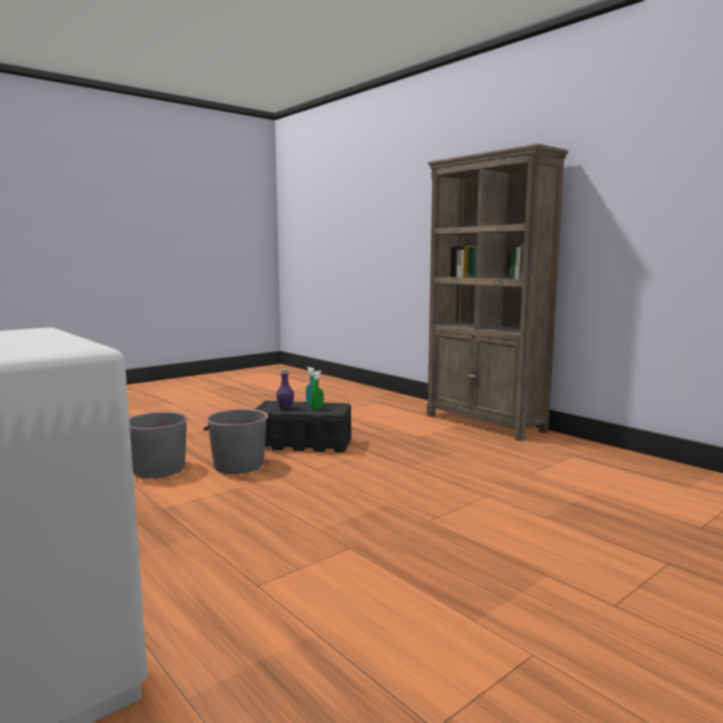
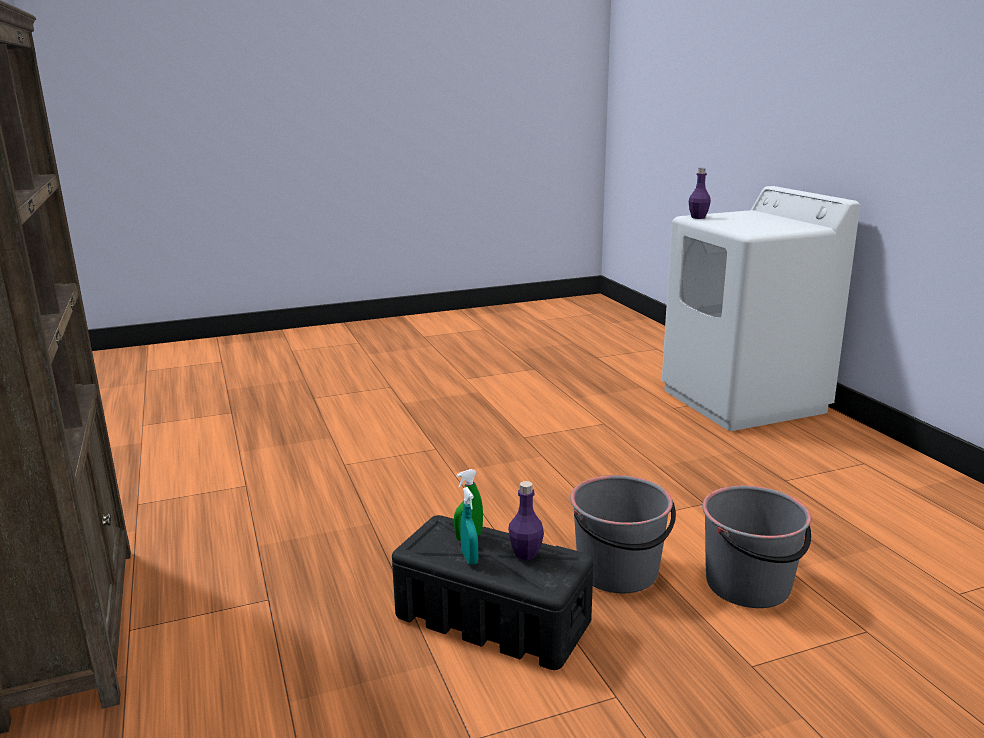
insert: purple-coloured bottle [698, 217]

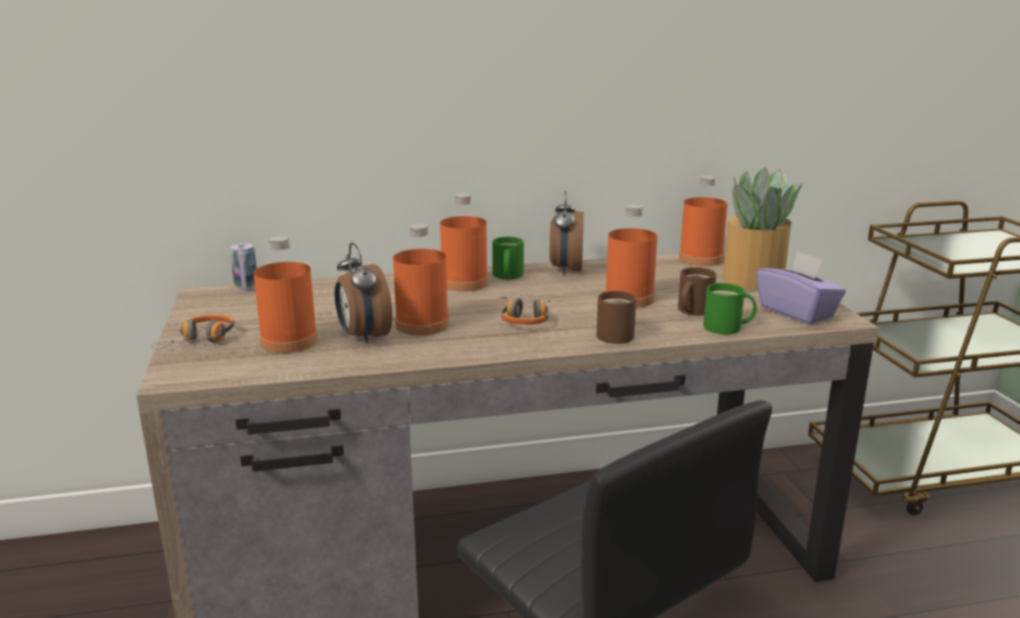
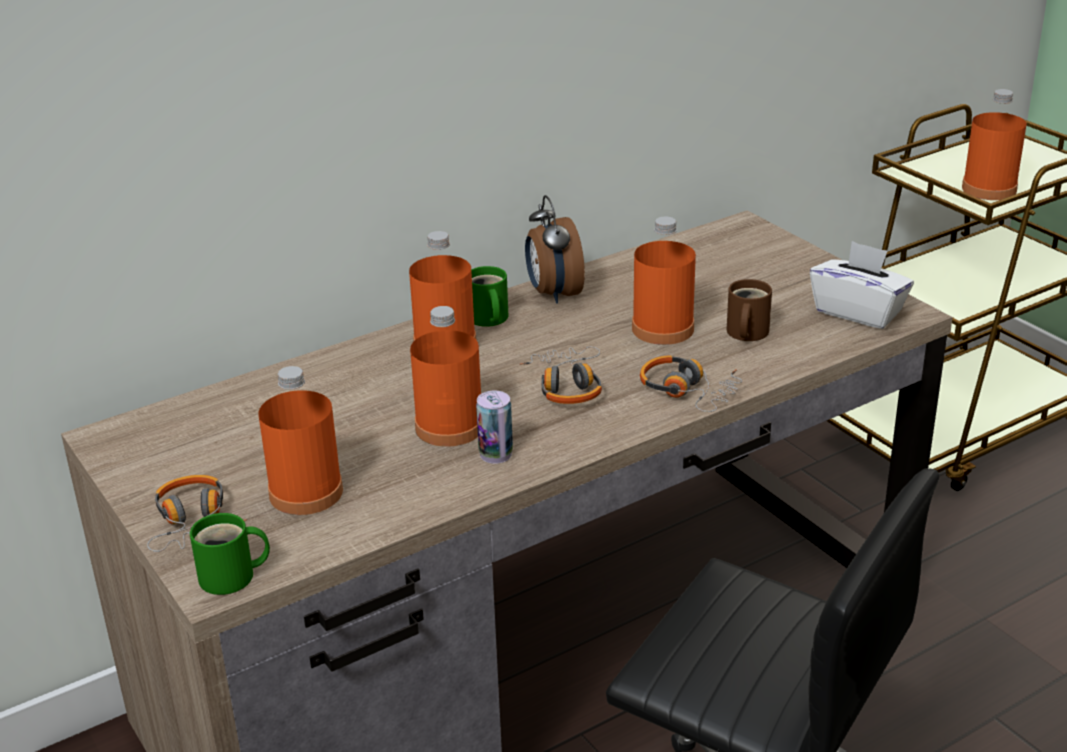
delete: table clock [363, 337]; houseplant [752, 279]
move: green tea mug [726, 328] to [232, 577]; sealed can [246, 288] to [496, 454]; orange-coloured bottle [700, 259] to [989, 189]
replace: brown-coloured tea mug [617, 335] to pair of headphones [688, 391]
recolor: purple-coloured tissue holder [797, 312] to white-coloured tissue holder [858, 312]

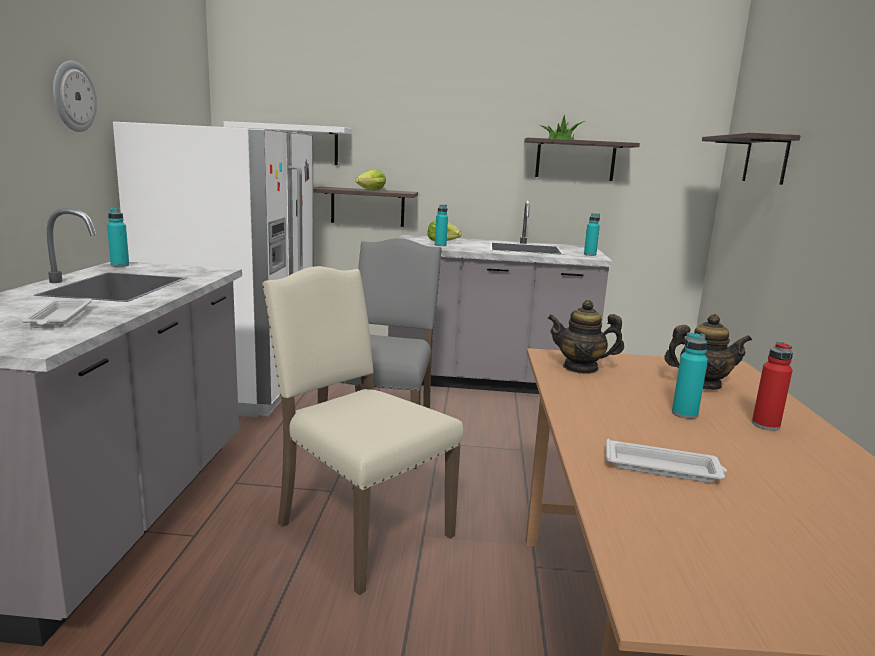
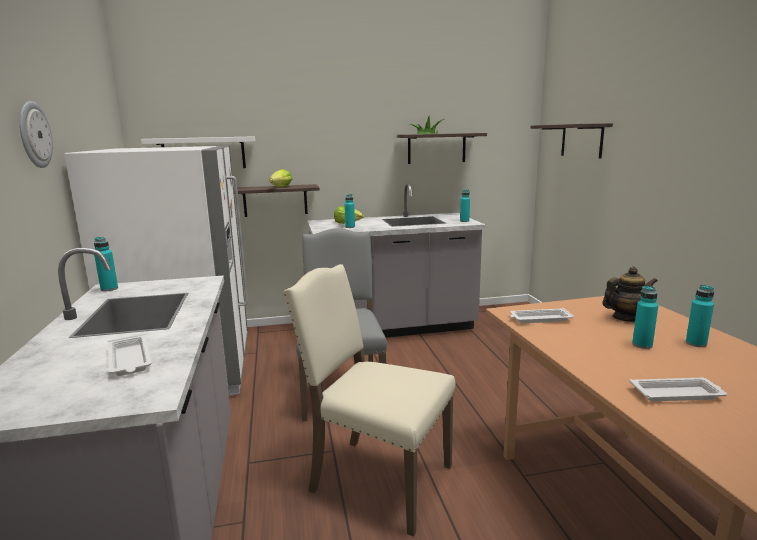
replace: teapot [580, 368] to white-coloured serving tray [539, 319]
recolor: red-coloured bottle [765, 425] to turquoise-coloured bottle [696, 343]

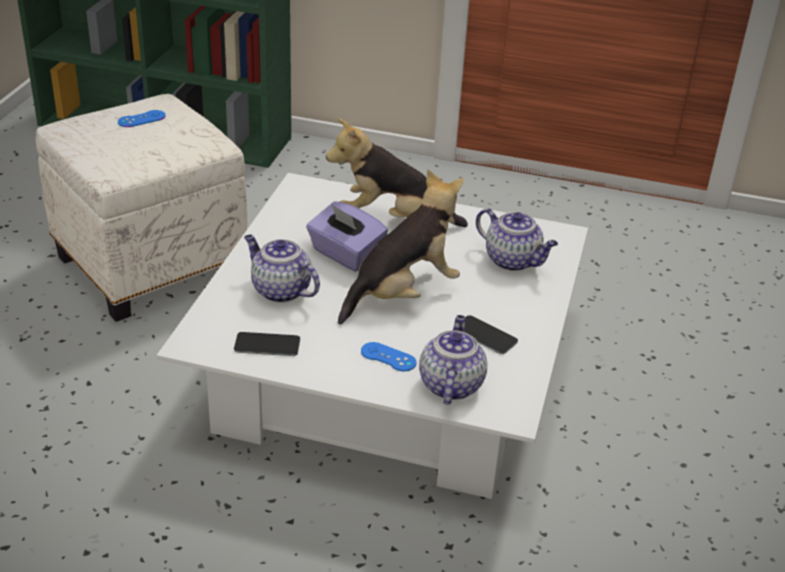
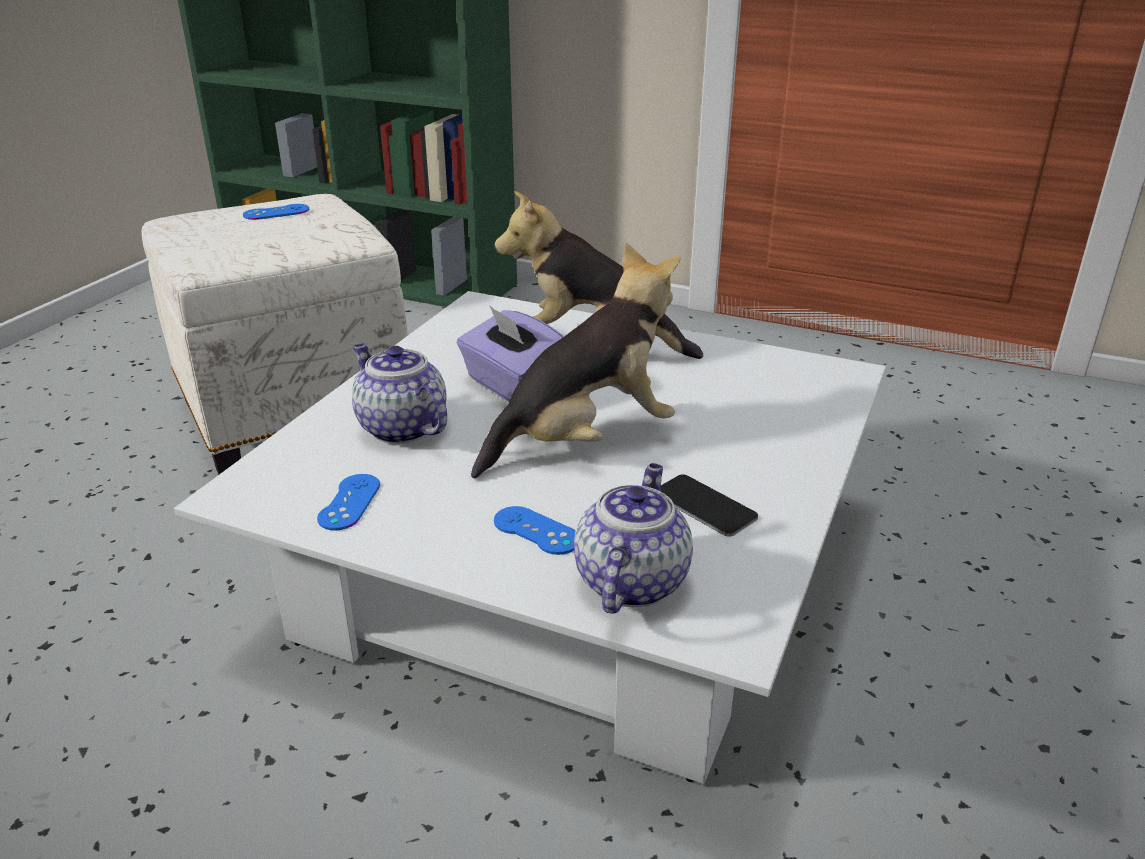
delete: teapot [513, 261]
replace: handset [267, 345] to bluish joypad [349, 502]

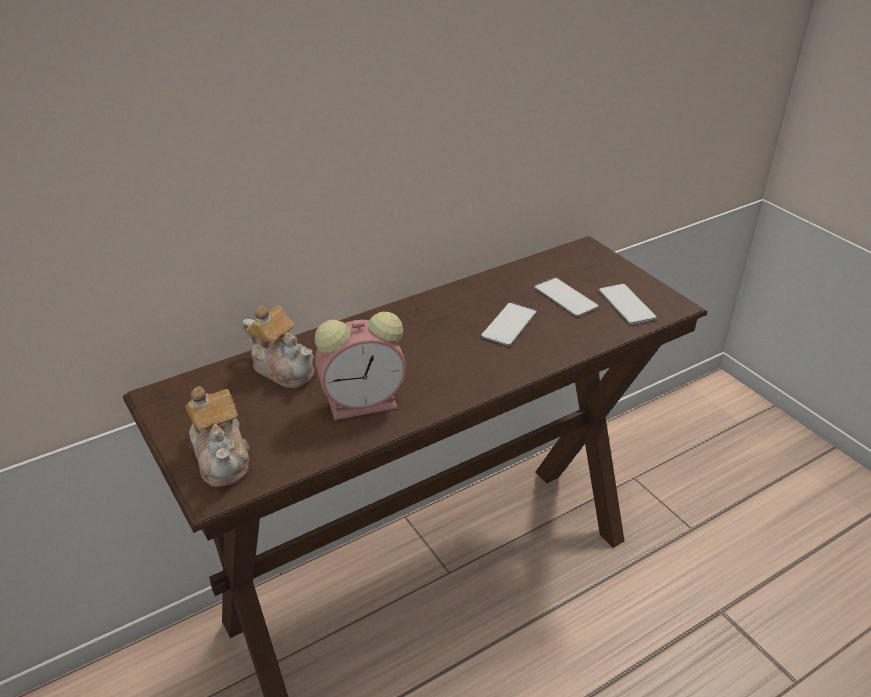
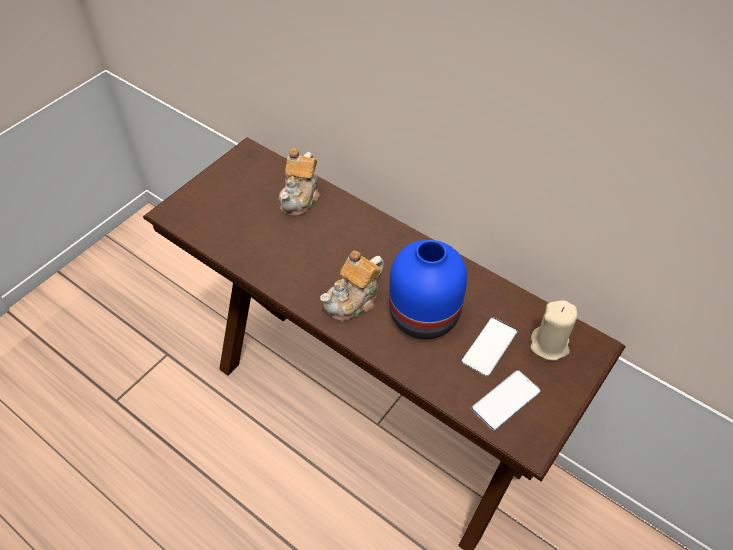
delete: table clock [365, 402]
insert: beige-coloured wax light [549, 345]
move: teapot [222, 457] to [354, 300]
replace: handset [509, 324] to bluish vase [422, 314]

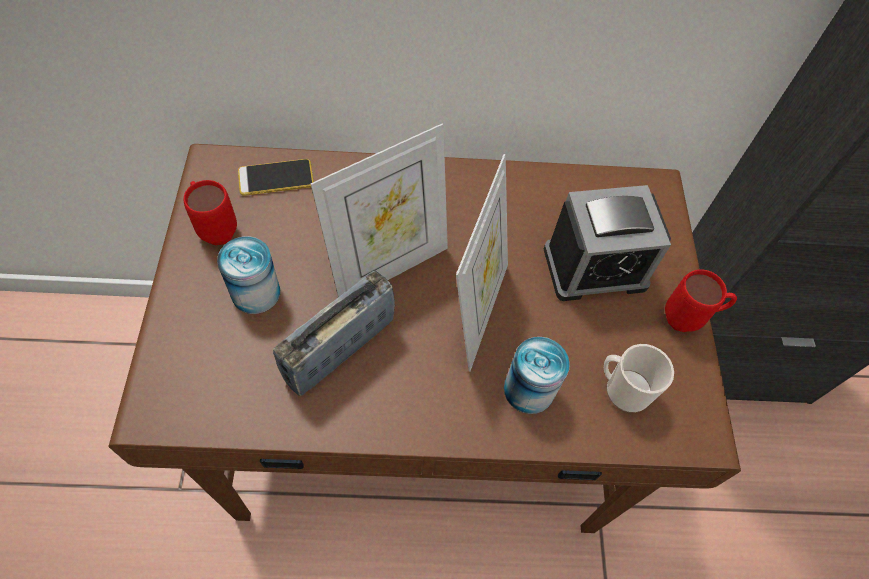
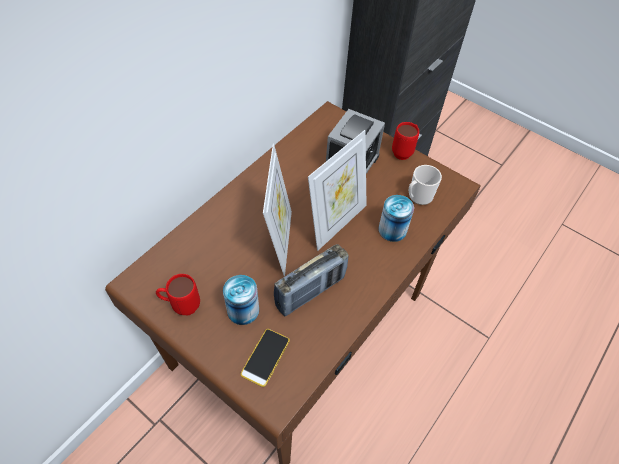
move: handset [276, 178] to [265, 357]
rotate: radio receiver [340, 350] = [310, 292] 120 degrees counterclockwise; standing frame [476, 311] = [336, 223] 75 degrees clockwise

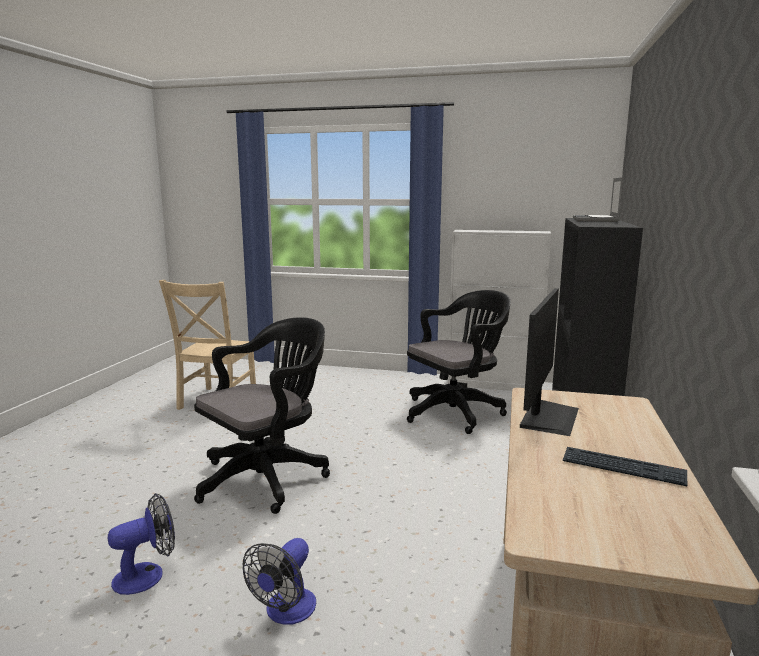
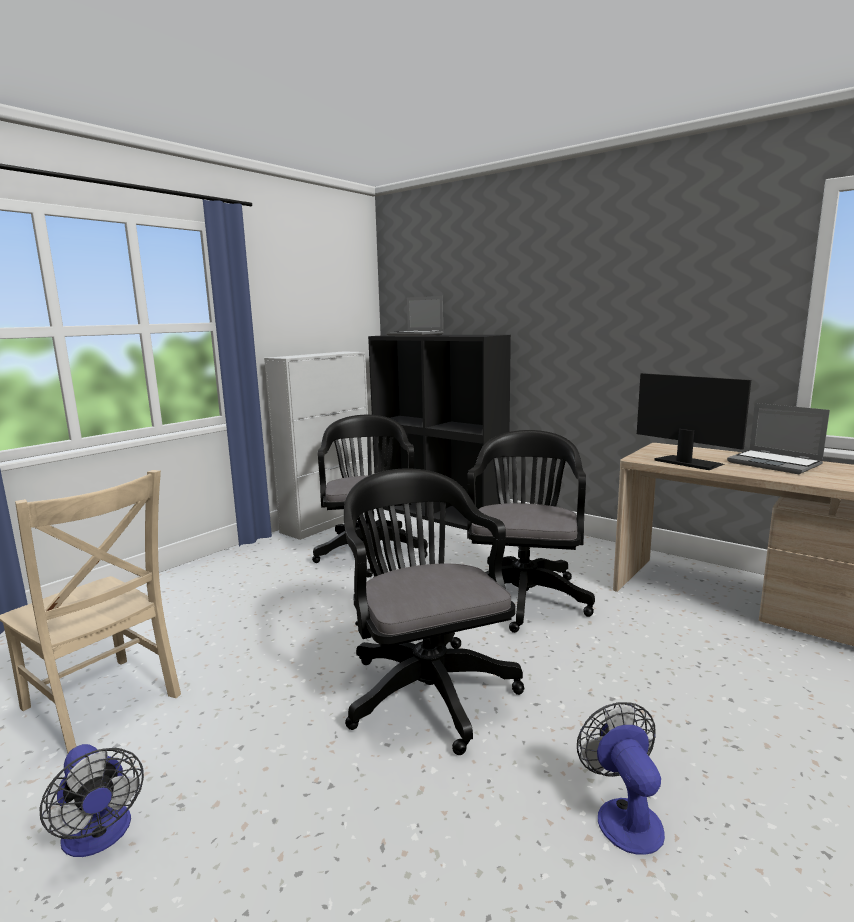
insert: blackish desk chair [524, 595]
move: fan [286, 612] to [99, 837]
replace: computer keyboard [623, 468] to notebook computer [775, 464]

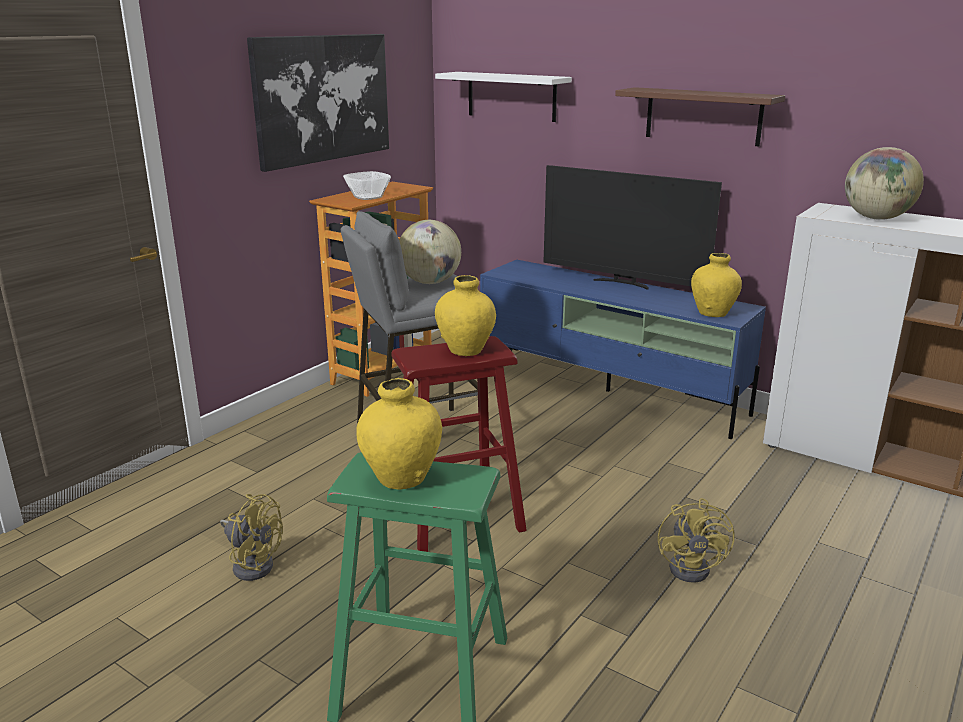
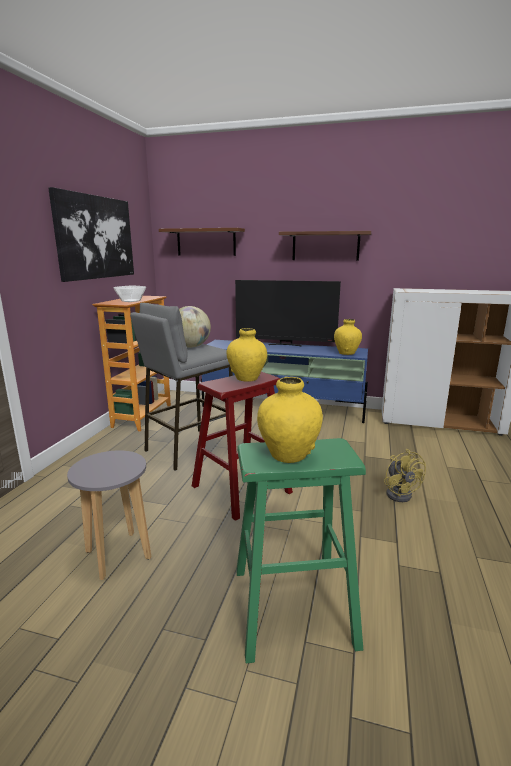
delete: desk globe [876, 218]
replace: yellow-coloured fan [253, 563] to gray sitting stool [118, 555]
recolor: white-coloured shelf [511, 96] to brown-coloured shelf [206, 242]

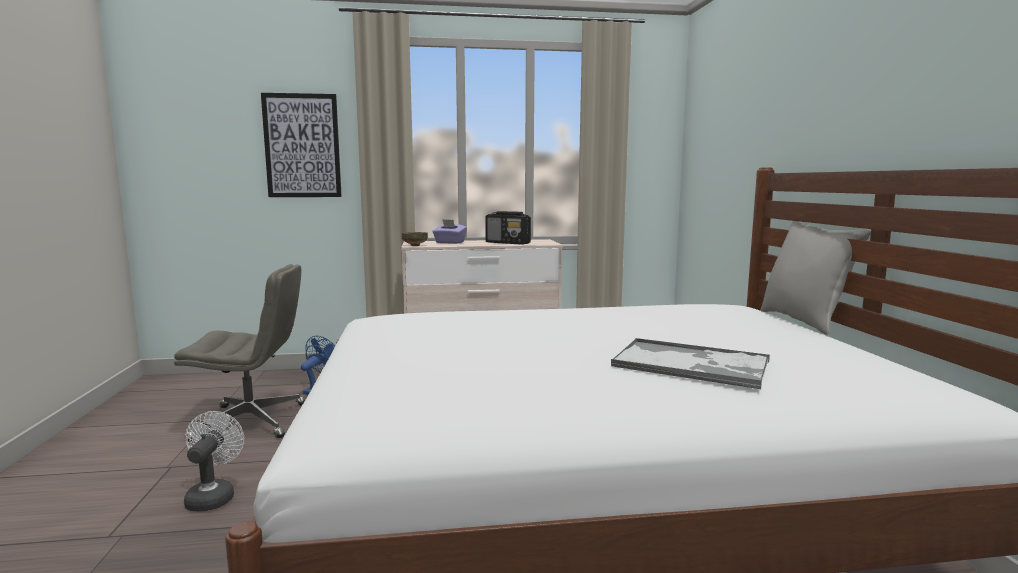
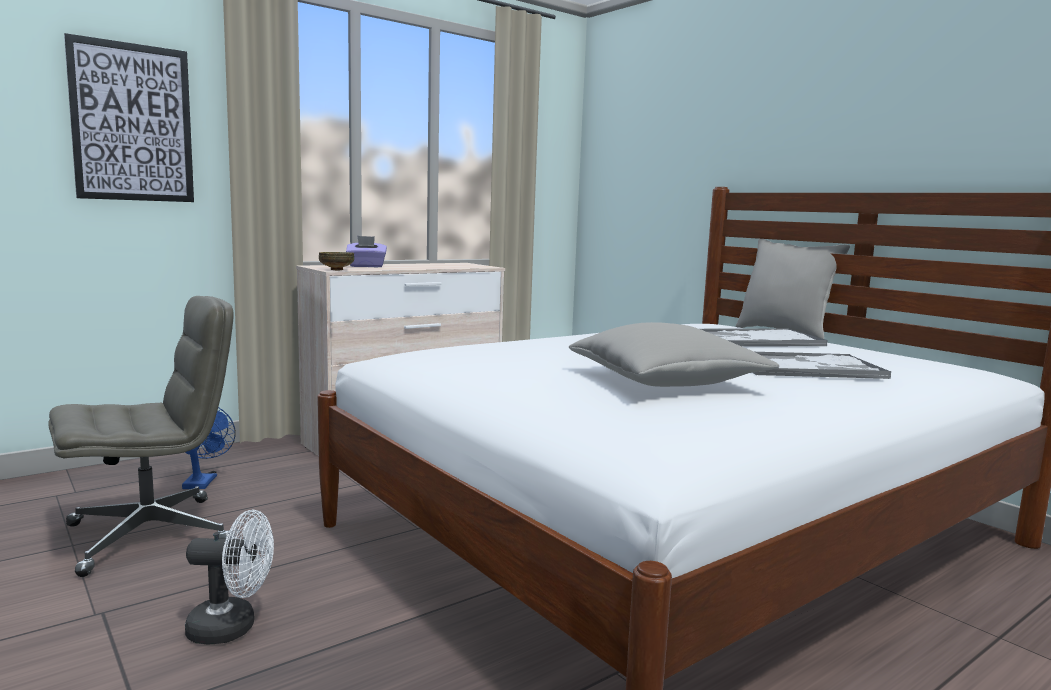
delete: radio receiver [508, 243]
insert: gray pillow [666, 381]; serving tray [758, 340]
rotate: white-coloured fan [213, 496] = [232, 628] 120 degrees clockwise

